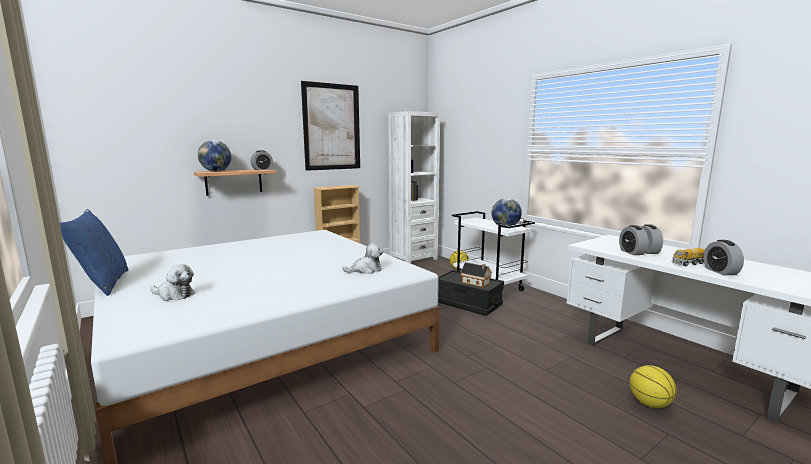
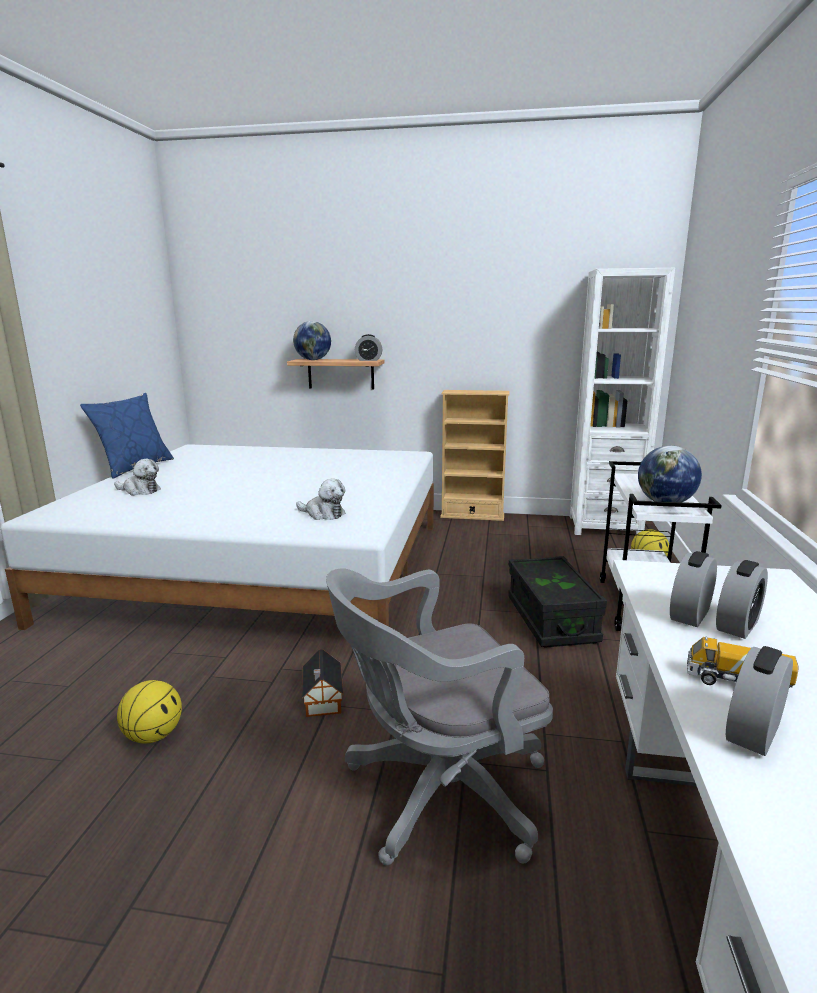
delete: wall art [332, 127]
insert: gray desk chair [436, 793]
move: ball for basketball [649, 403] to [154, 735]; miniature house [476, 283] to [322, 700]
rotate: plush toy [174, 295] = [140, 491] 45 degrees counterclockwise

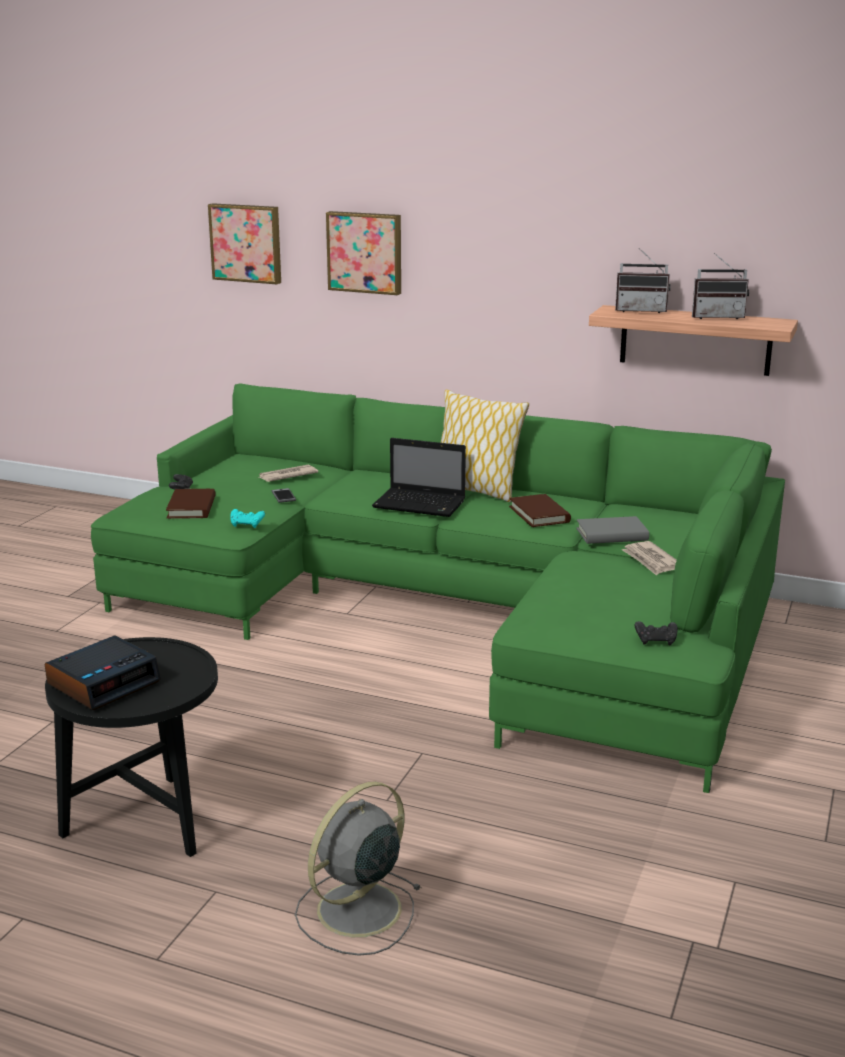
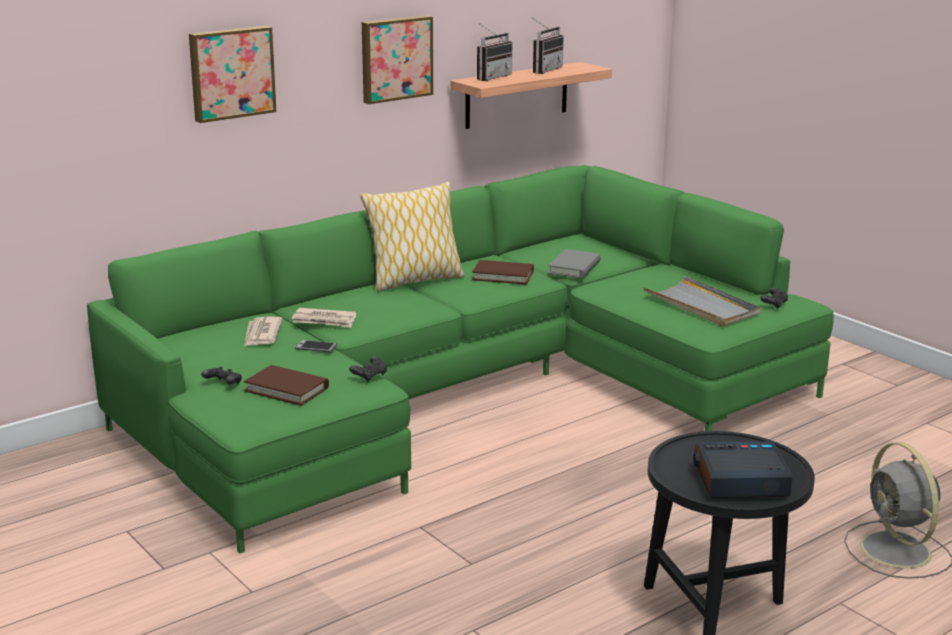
delete: notebook computer [421, 504]
insert: gray serving tray [702, 306]
move: printed paper [651, 561] to [324, 320]; wall art [247, 243] to [395, 58]
recolor: turquoise-coloured joypad [247, 525] to blackish joypad [369, 376]
rotate: table clock [104, 682] = [739, 481] 75 degrees counterclockwise

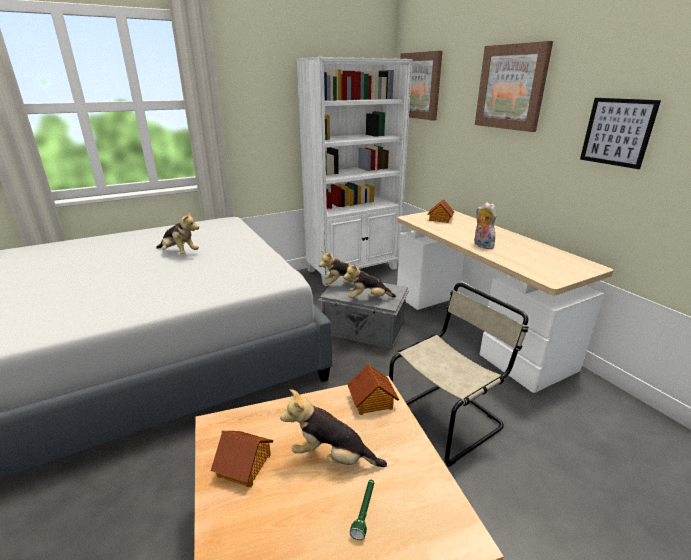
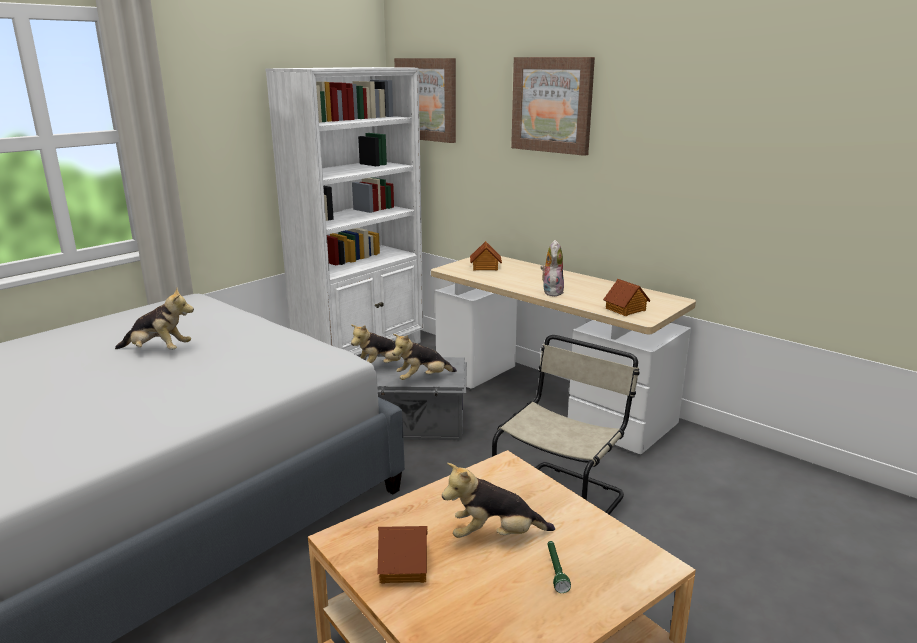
delete: wall art [617, 132]
move: miniature house [372, 401] to [626, 309]
rotate: plush toy [481, 245] = [551, 291] 60 degrees clockwise

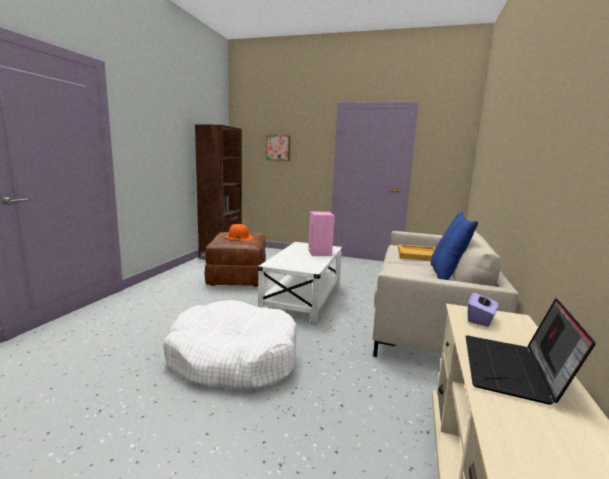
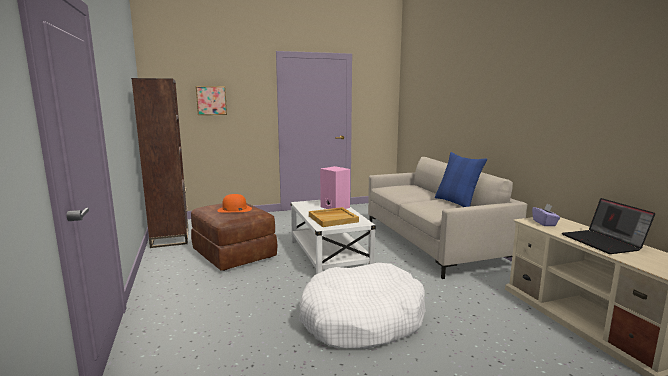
move: beige-coloured serving tray [418, 255] to [333, 219]

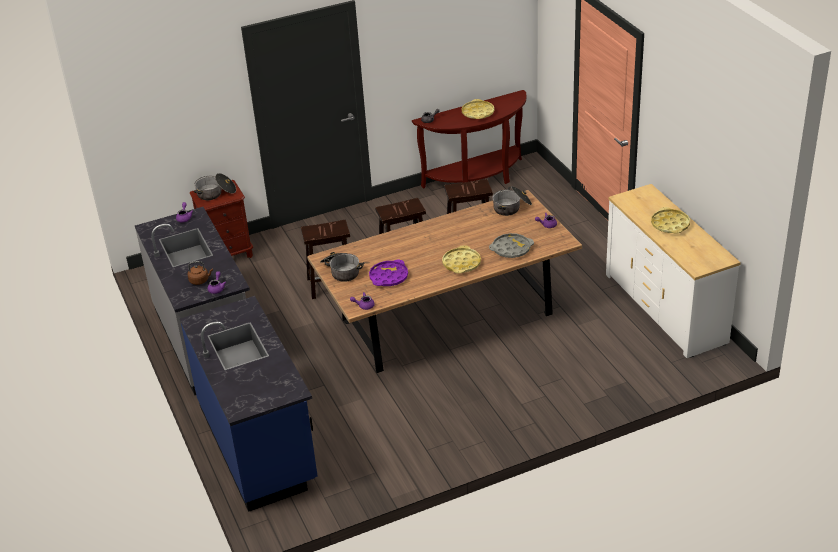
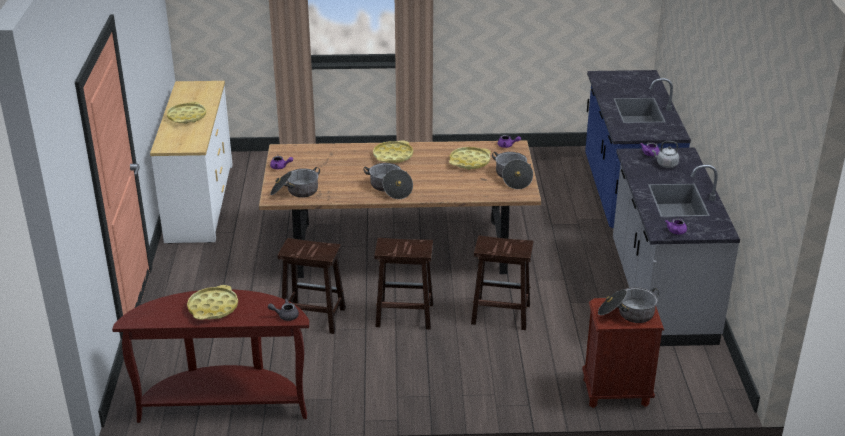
delete: gray serving tray [511, 249]
insert: stockpot [389, 188]
recolor: purple-coloured serving tray [388, 277] to yellow-coloured serving tray [469, 162]; brown-coloured kettle [200, 280] to gray kettle [665, 164]

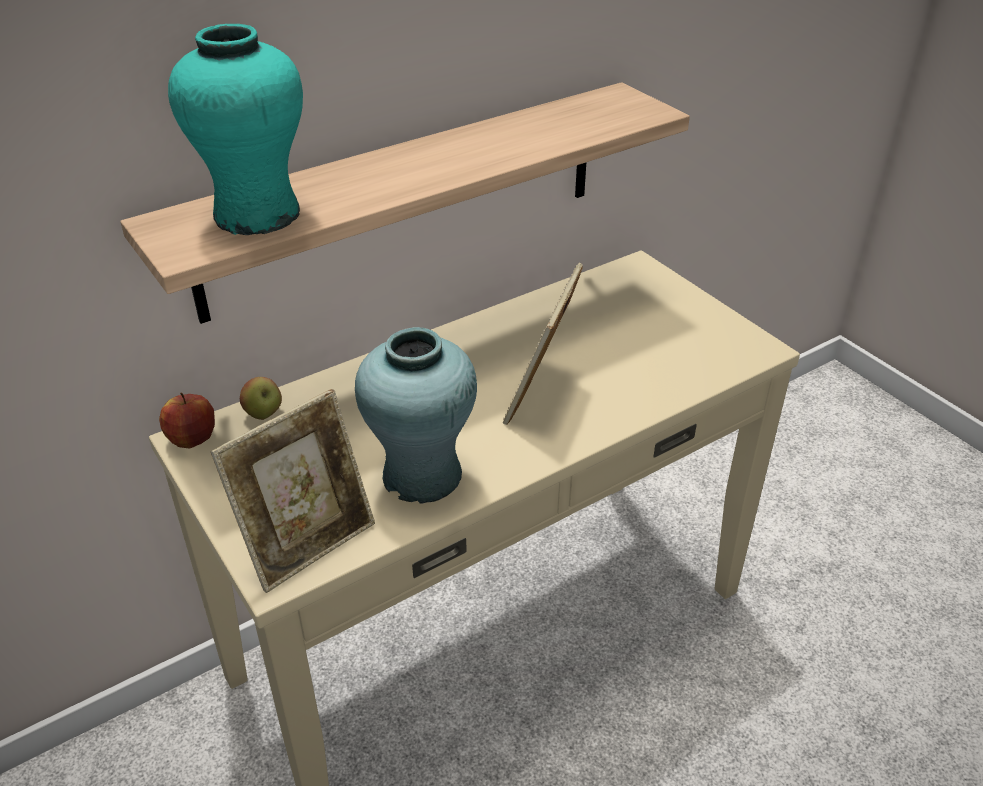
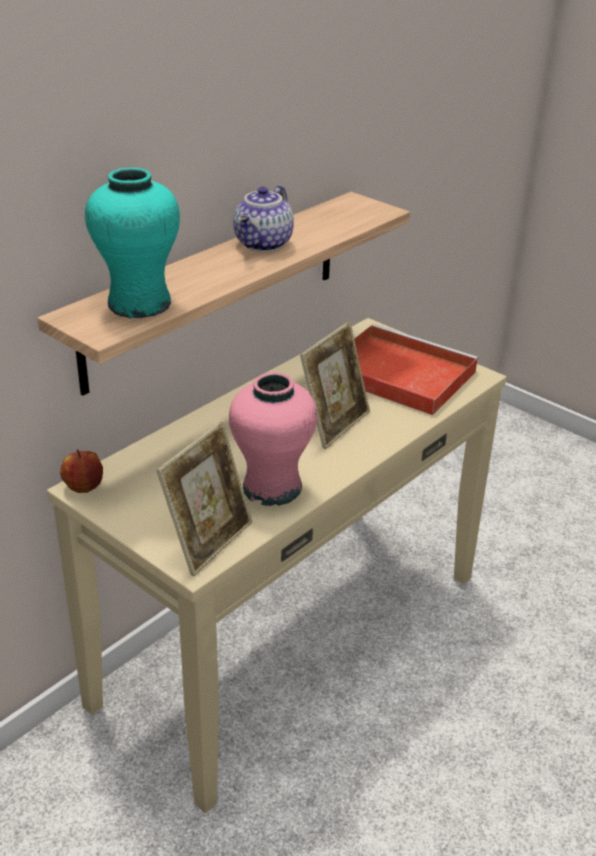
delete: whole apple [264, 414]
insert: teapot [264, 244]; red-coloured serving tray [397, 373]
recolor: turquoise-coloured vase [423, 476] to pink-coloured vase [272, 488]
rotate: standing frame [540, 395] = [334, 424] 150 degrees counterclockwise

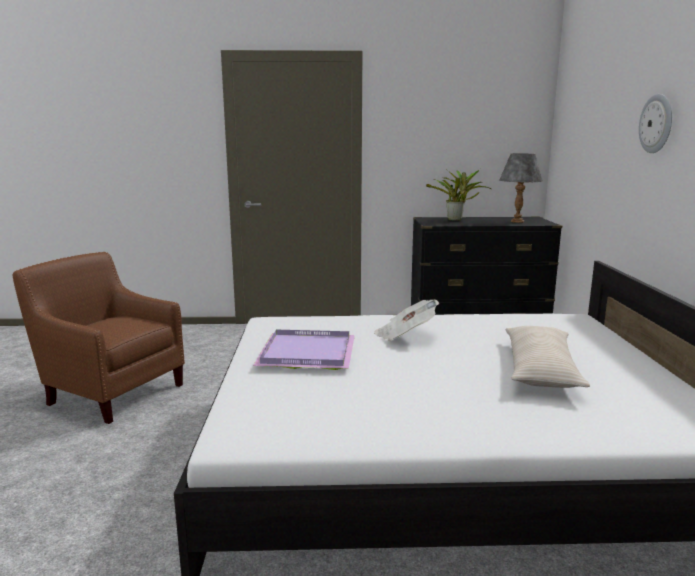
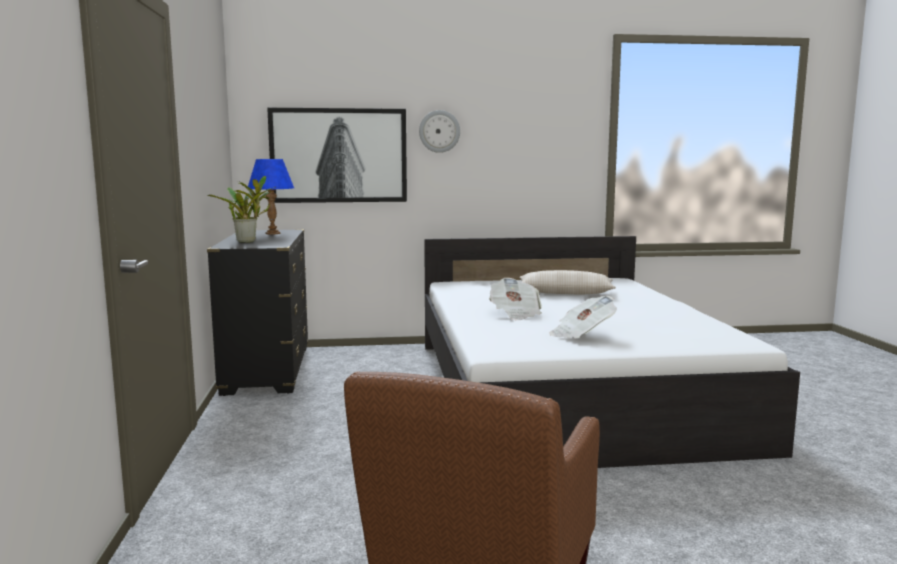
insert: wall art [339, 155]
replace: purple-coloured serving tray [305, 352] to printed paper [581, 334]
recolor: gray table lamp [517, 221] to bluish table lamp [272, 233]

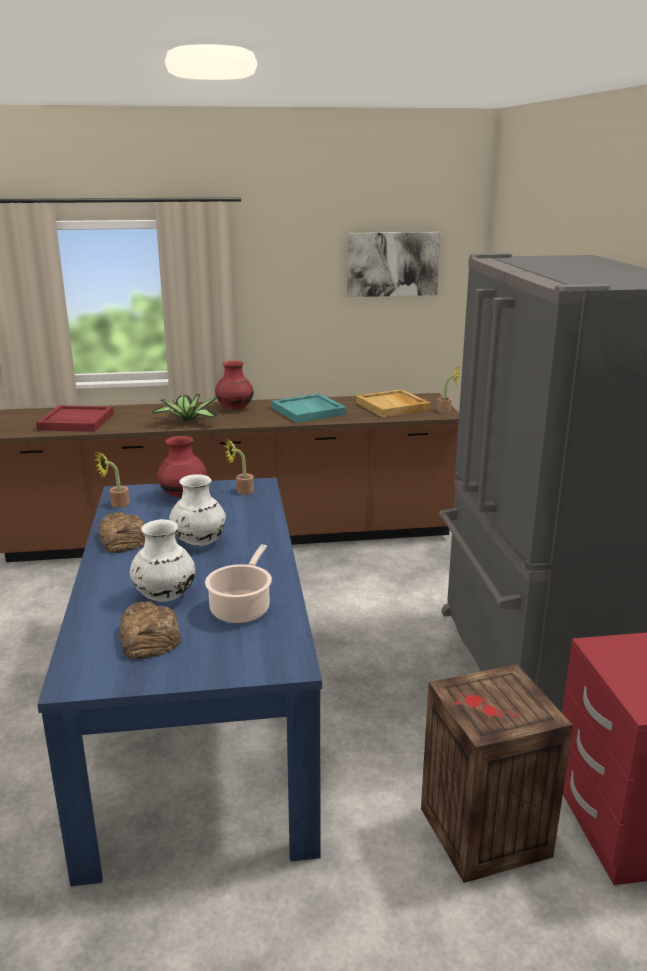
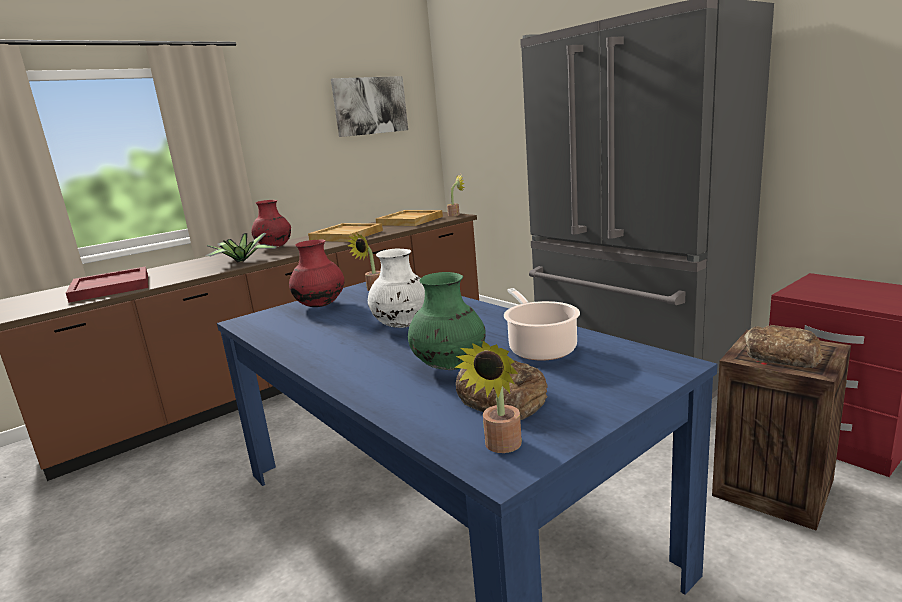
move: houseplant [116, 505] to [500, 447]; bread [123, 539] to [781, 354]
recolor: turquoise-coloured serving tray [309, 411] to beige-coloured serving tray [347, 235]; white-coloured vase [164, 596] to green vase [449, 366]

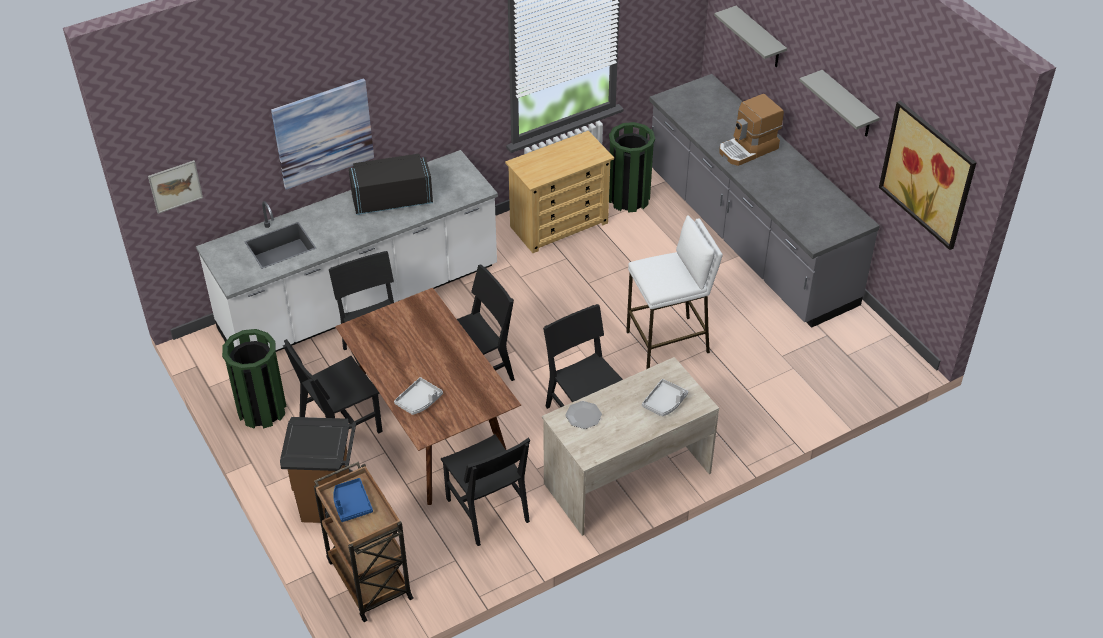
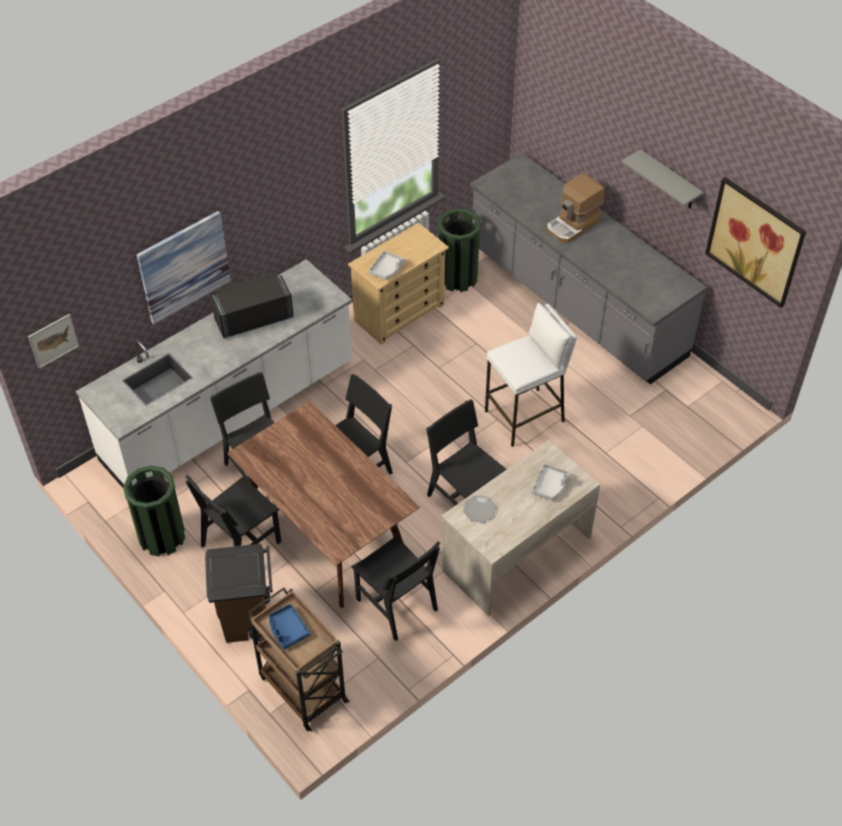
delete: gray shelf [759, 38]
move: gray serving tray [419, 401] to [387, 269]

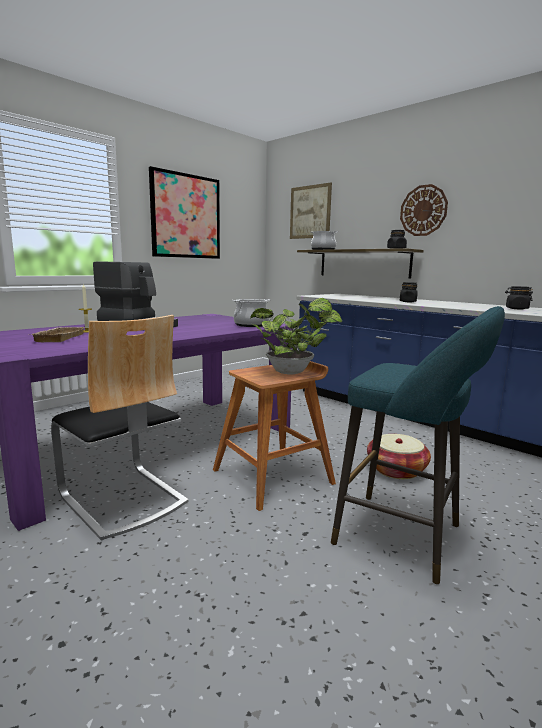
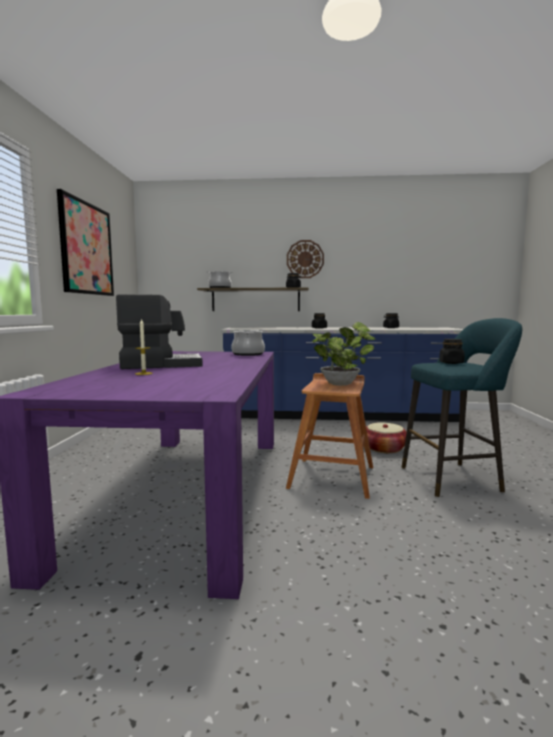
delete: beige-coloured serving tray [58, 338]; plain chair [122, 499]; wall art [310, 212]
insert: blackish storage jar [451, 363]

